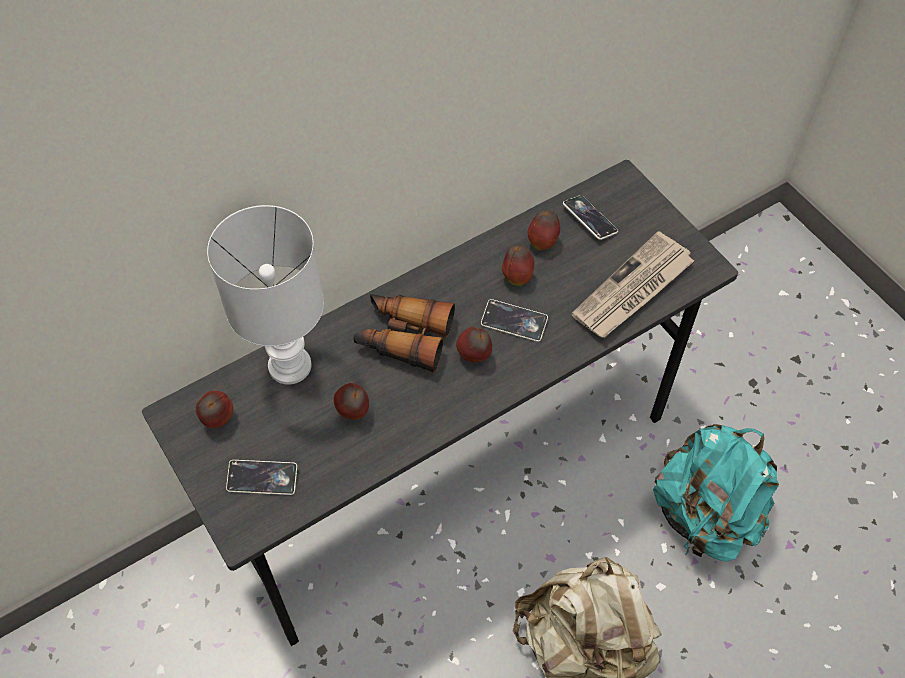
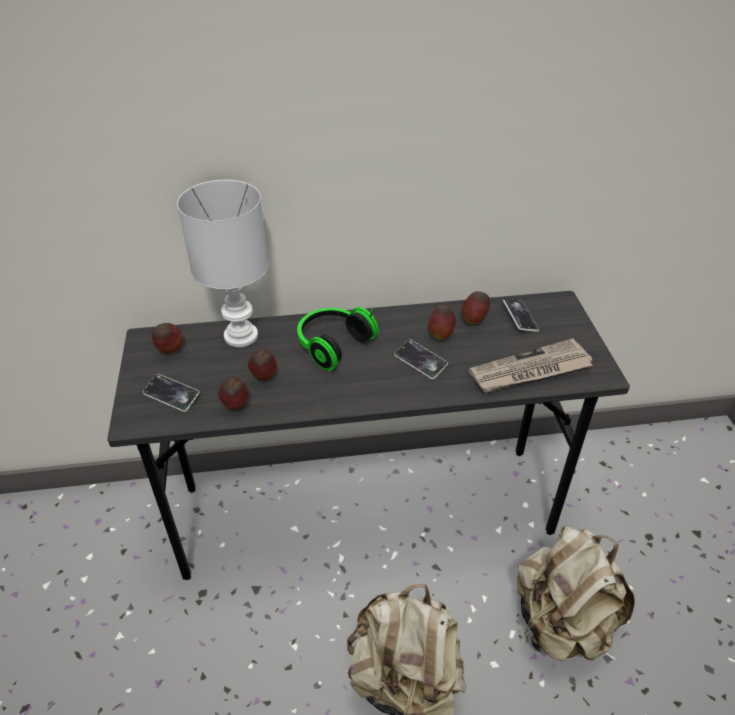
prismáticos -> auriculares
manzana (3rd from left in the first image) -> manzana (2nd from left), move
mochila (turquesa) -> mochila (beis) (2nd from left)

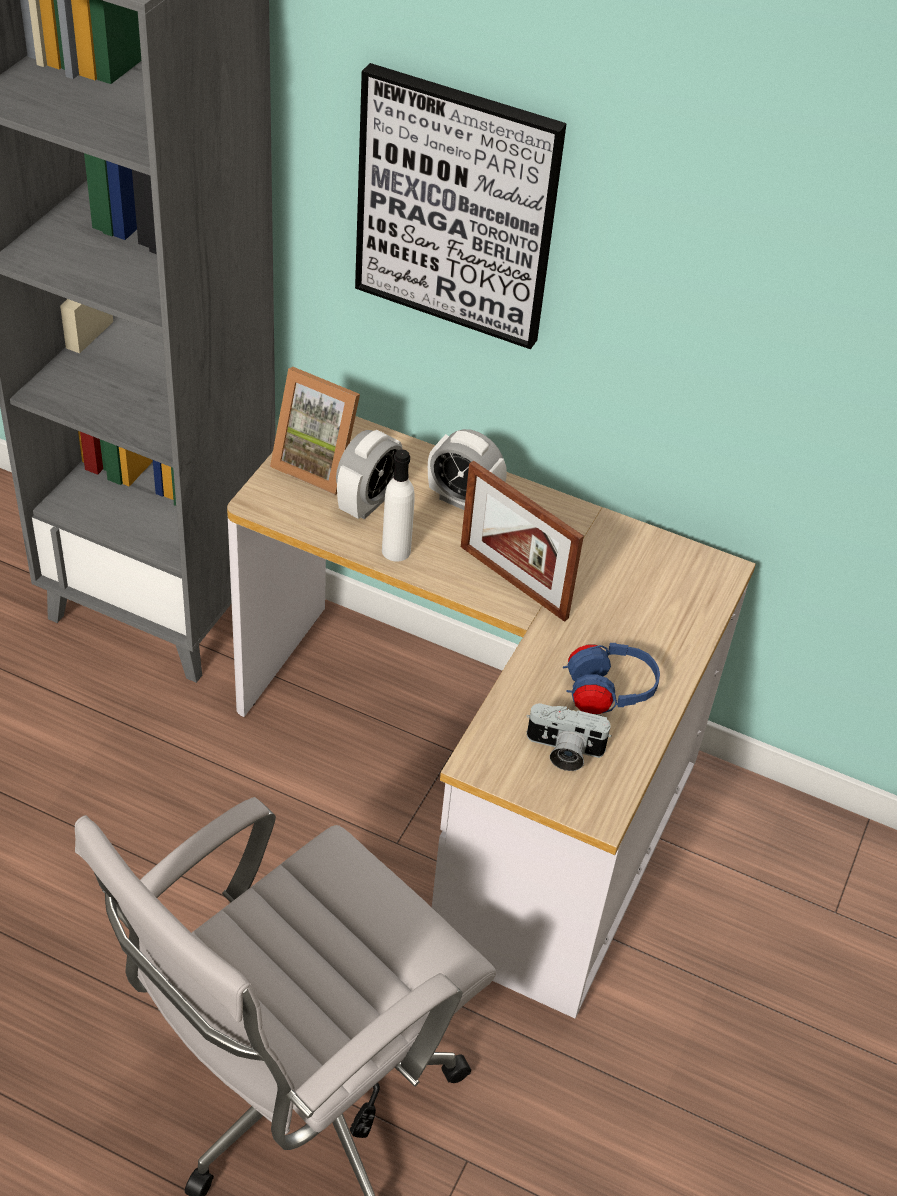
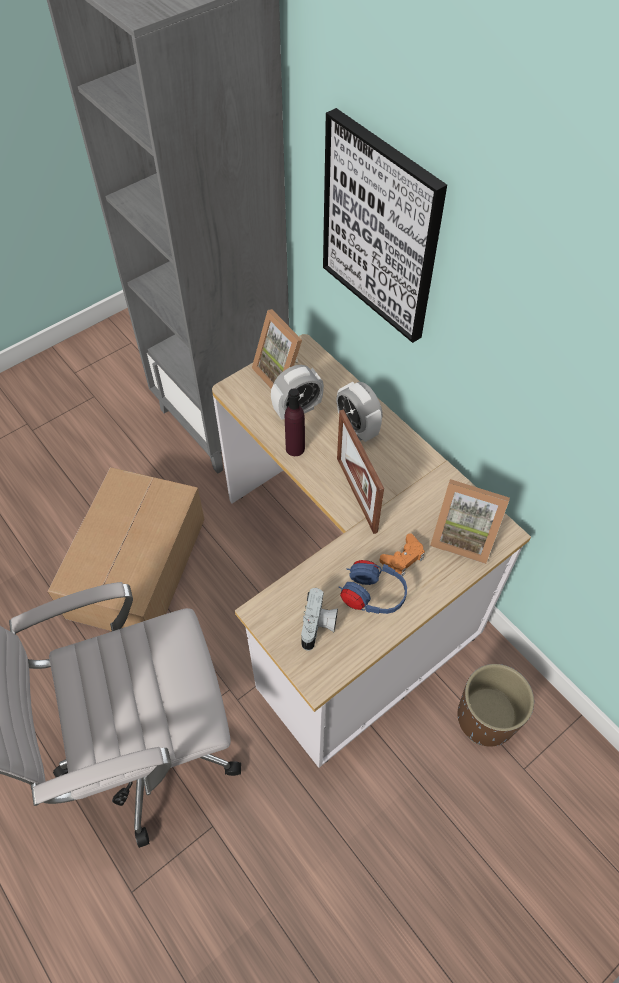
botella (blanco) -> botella (morado)
cámara, 120 degrees counterclockwise
none -> caja de cartón
none -> mando de consola (naranja)
none -> portarretratos (3rd from left)
none -> maceta (marrón)

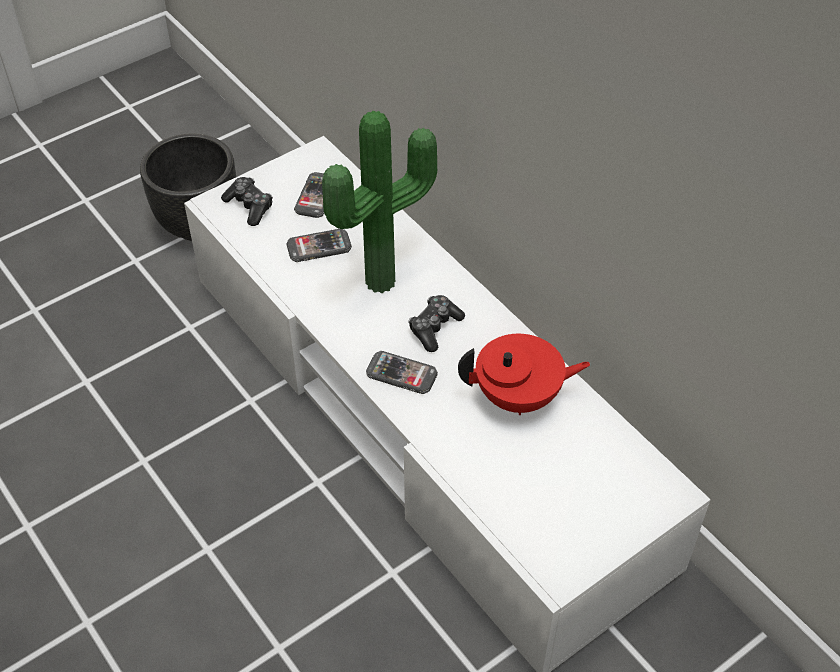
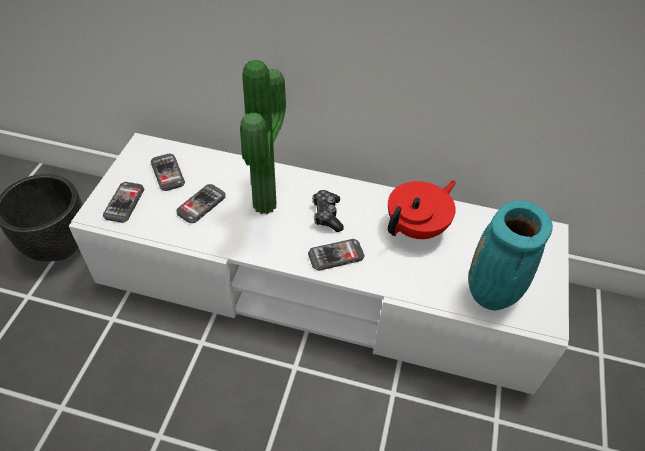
mando de consola (1st from left) -> móvil (1st from left)
none -> florero (turquesa)

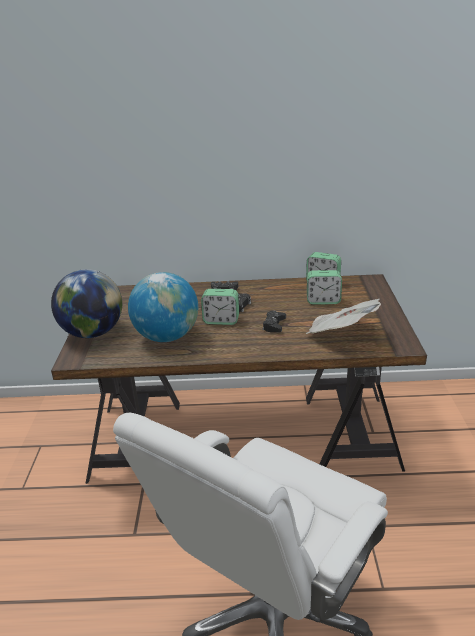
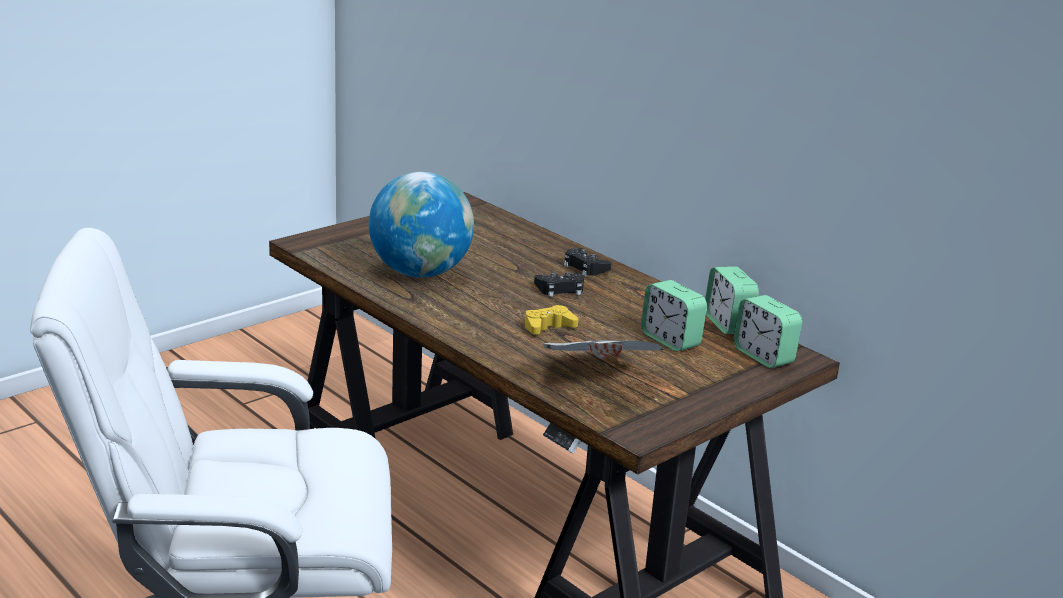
globo terráqueo (1st from left) -> none
despertador (1st from left in the first image) -> despertador (3rd from left), move
mando de consola (negro) (3rd from left) -> mando de consola (amarillo)

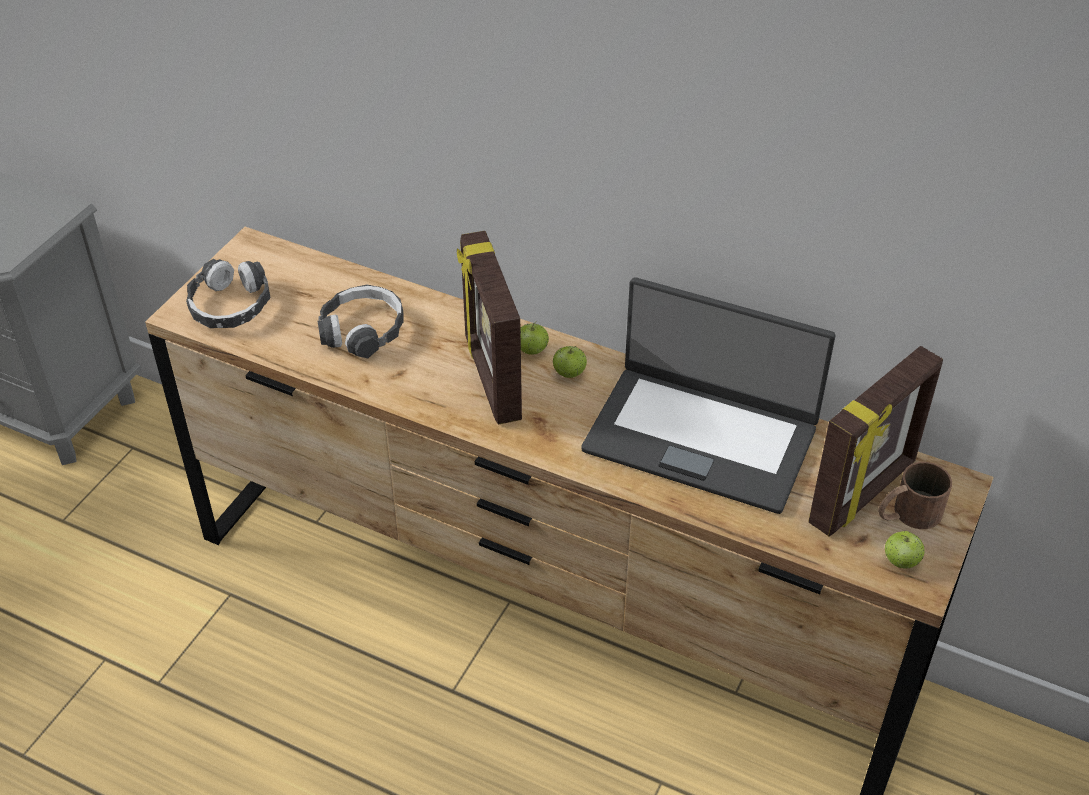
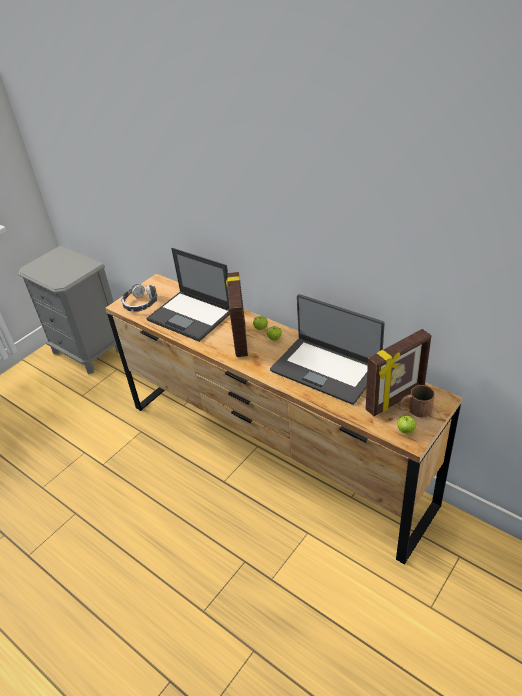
auriculares (2nd from left) -> portátil (1st from left)

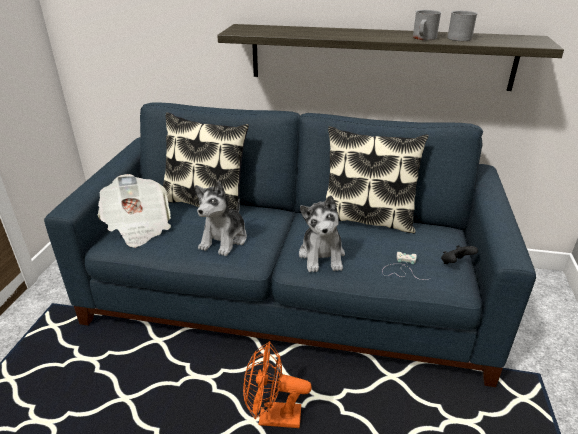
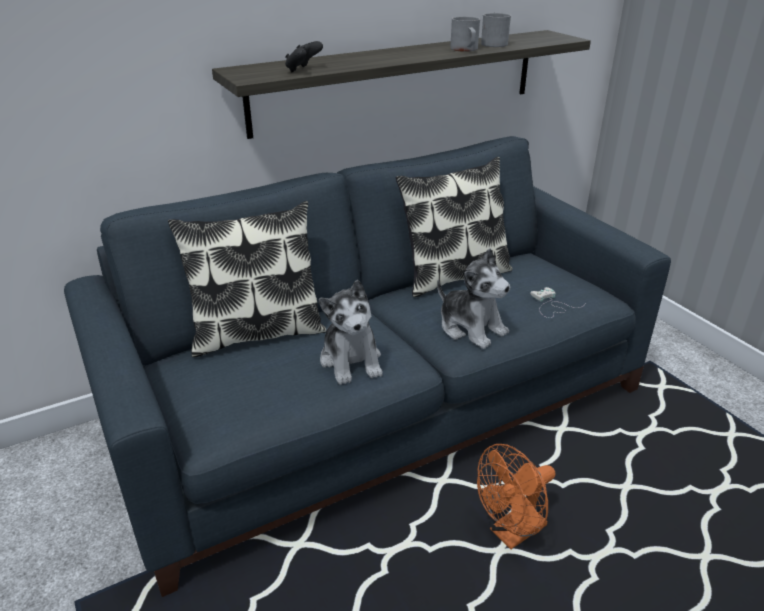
periódico -> none
mando de consola (negro), move

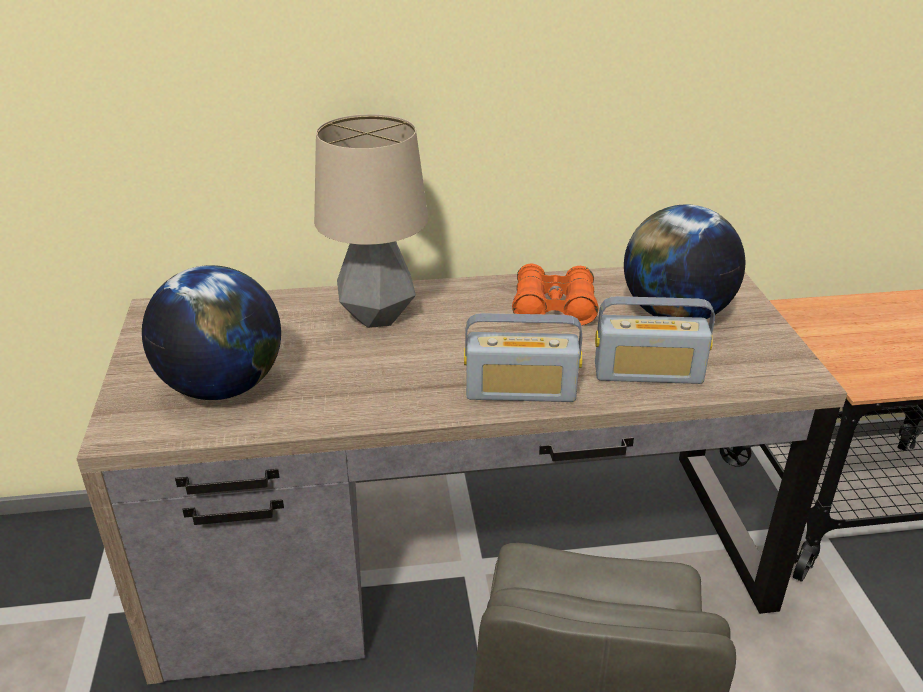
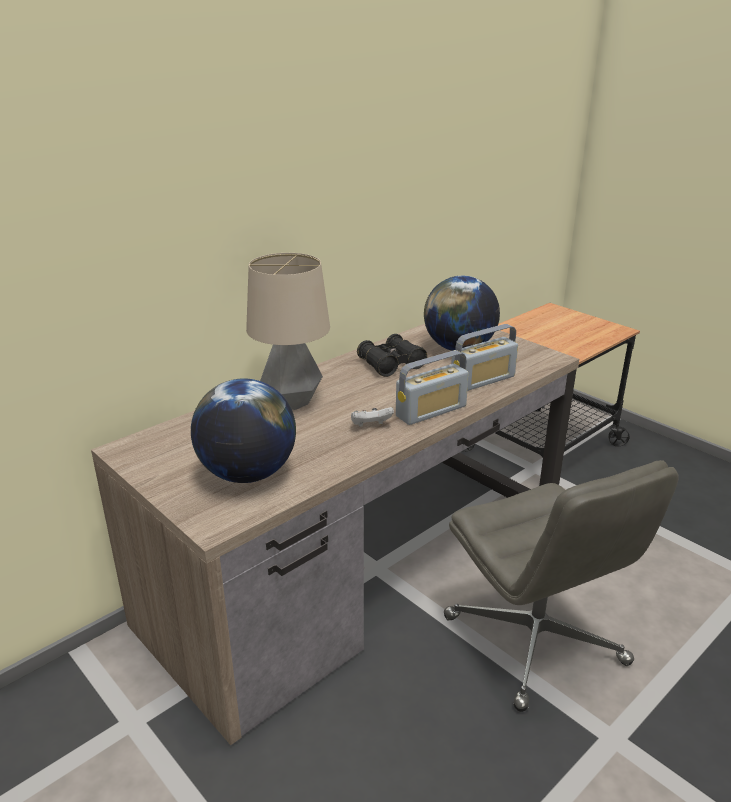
prismáticos (naranja) -> prismáticos (negro)
none -> mando de consola (blanco)

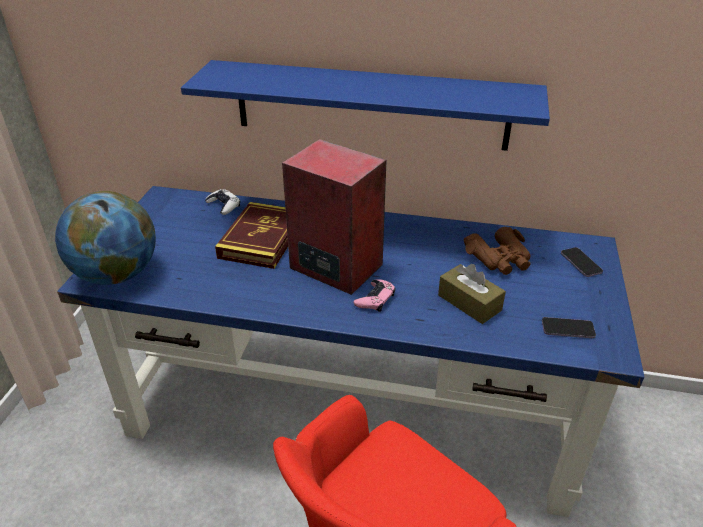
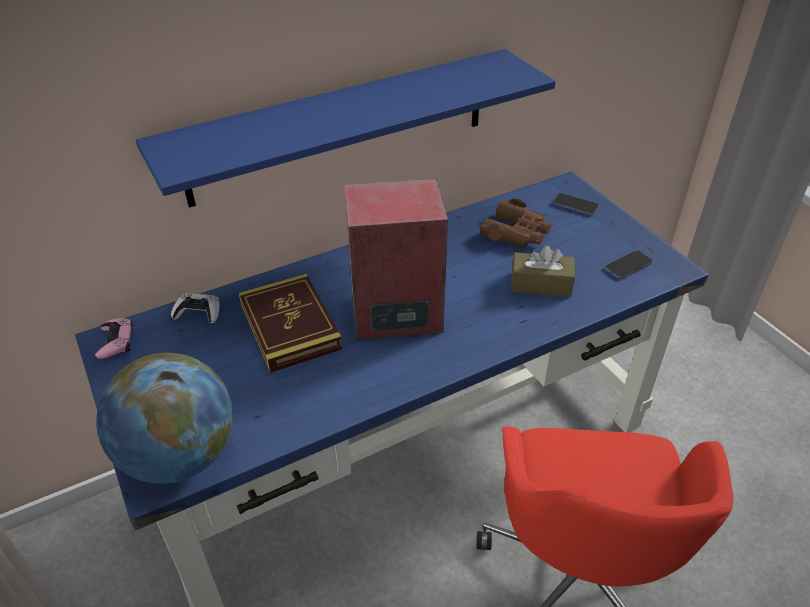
mando de consola (rosa), move

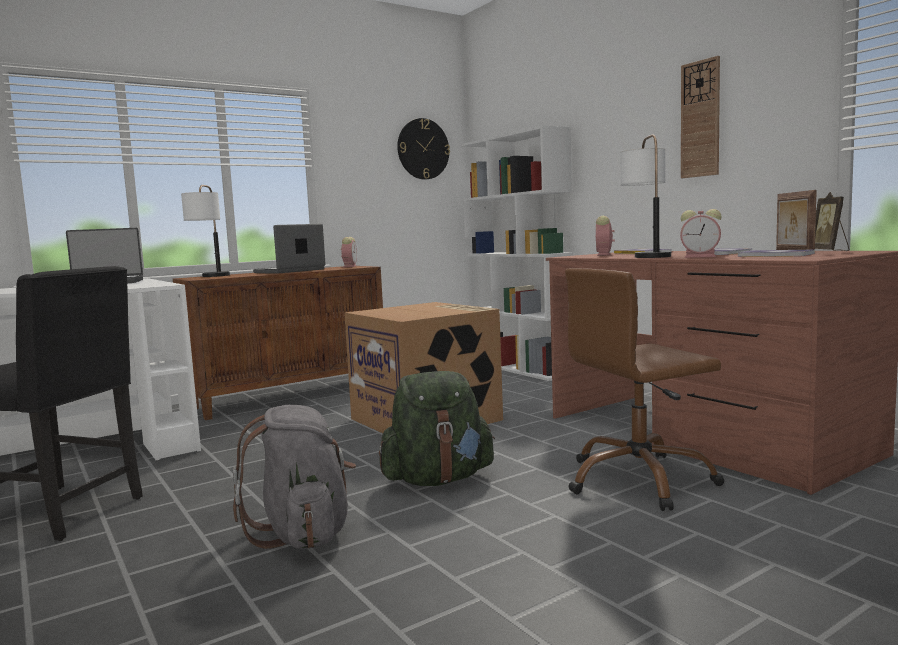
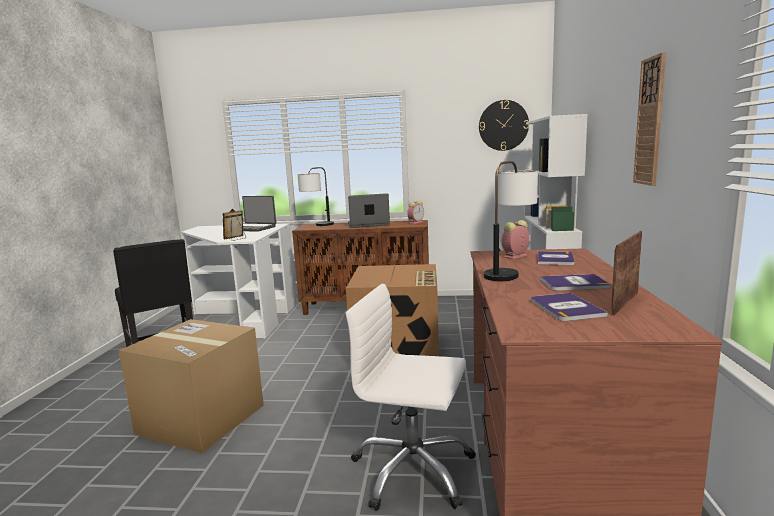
mochila (gris) -> caja de cartón (1st from left)
mochila (verde) -> none
silla de oficina (marrón) -> silla de oficina (blanco)
despertador (3rd from left) -> none
portarretratos (2nd from left in the first image) -> portarretratos (1st from left), move

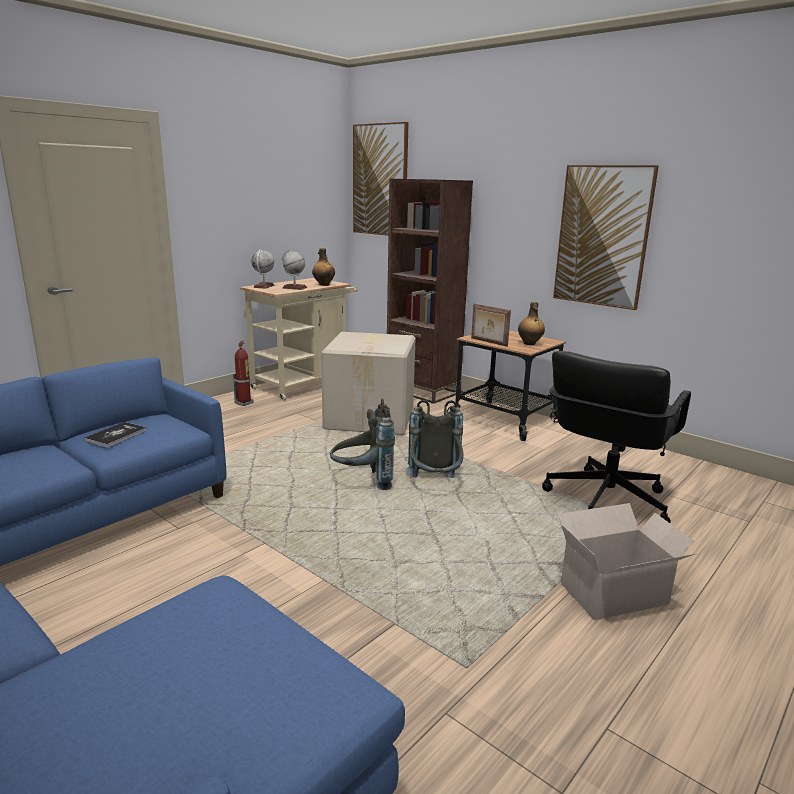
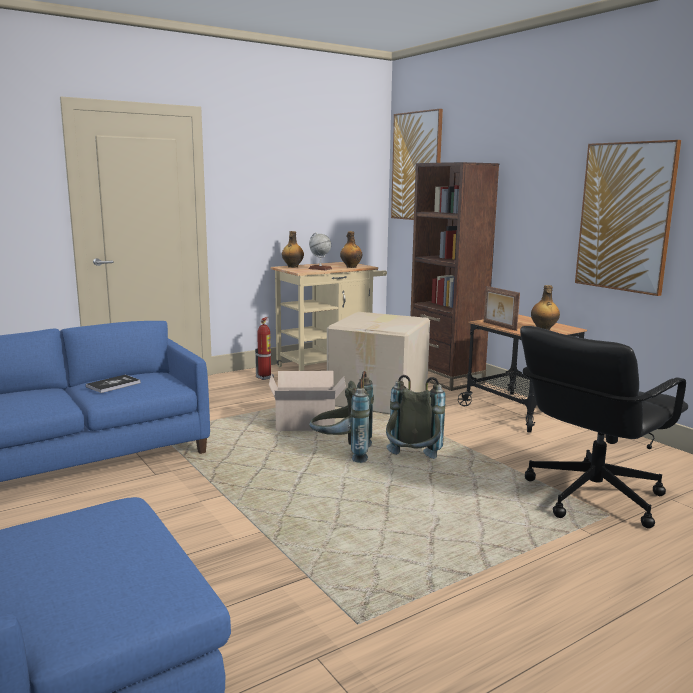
globo terráqueo (1st from left) -> botella (1st from left)
caja de cartón (2nd from left in the first image) -> caja de cartón (1st from left), move

